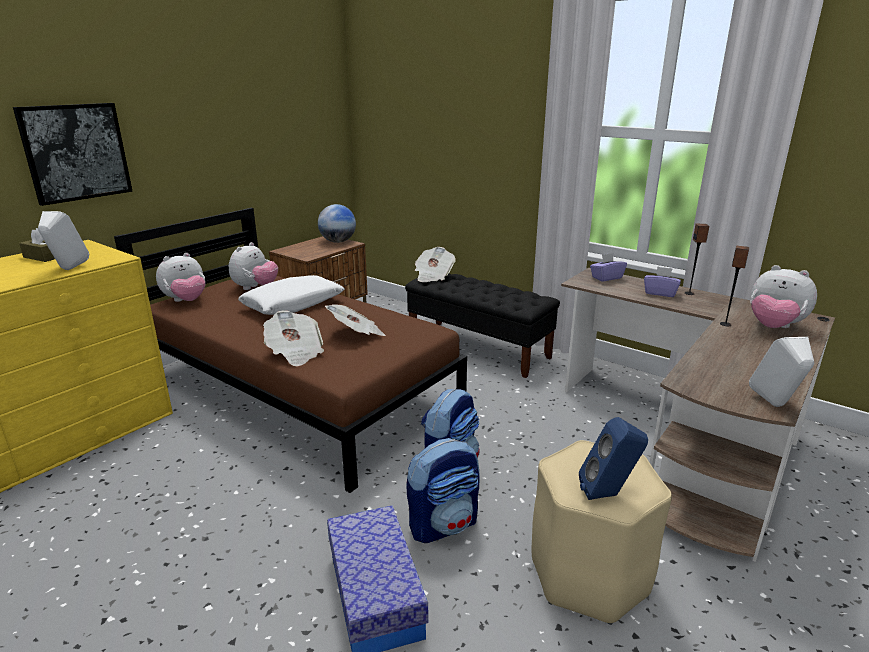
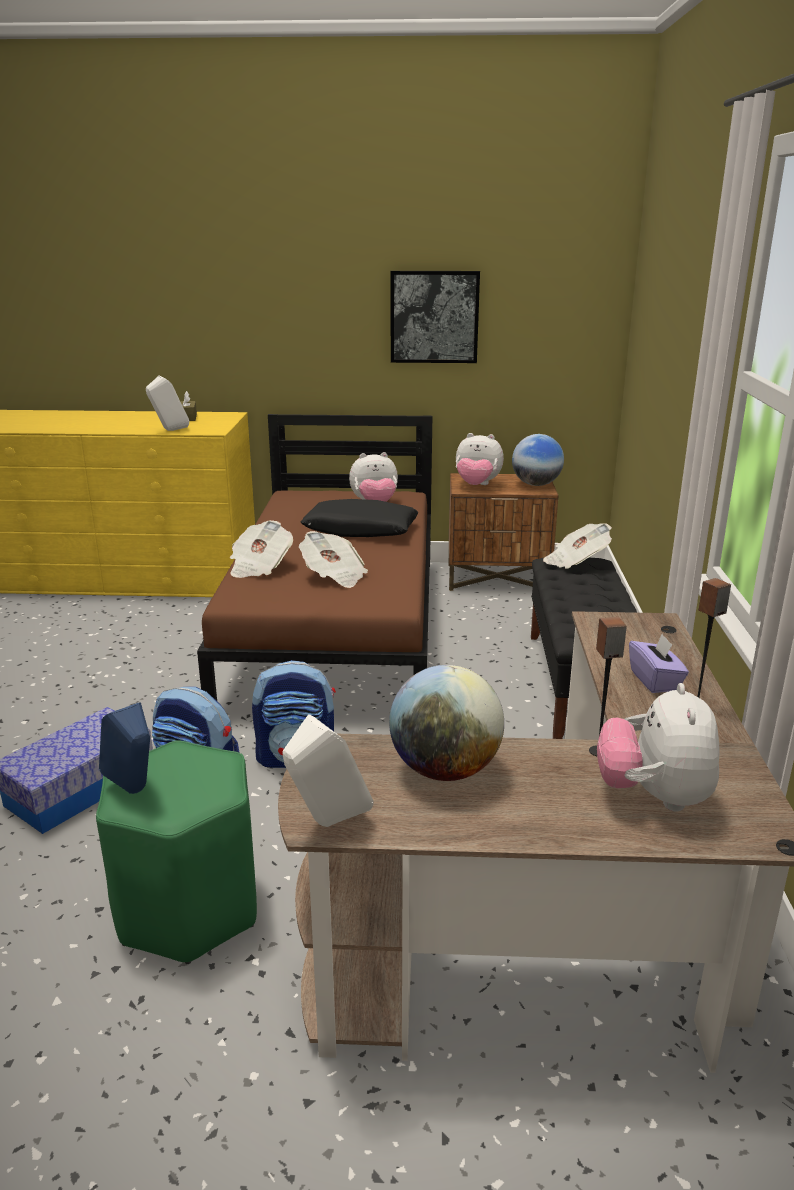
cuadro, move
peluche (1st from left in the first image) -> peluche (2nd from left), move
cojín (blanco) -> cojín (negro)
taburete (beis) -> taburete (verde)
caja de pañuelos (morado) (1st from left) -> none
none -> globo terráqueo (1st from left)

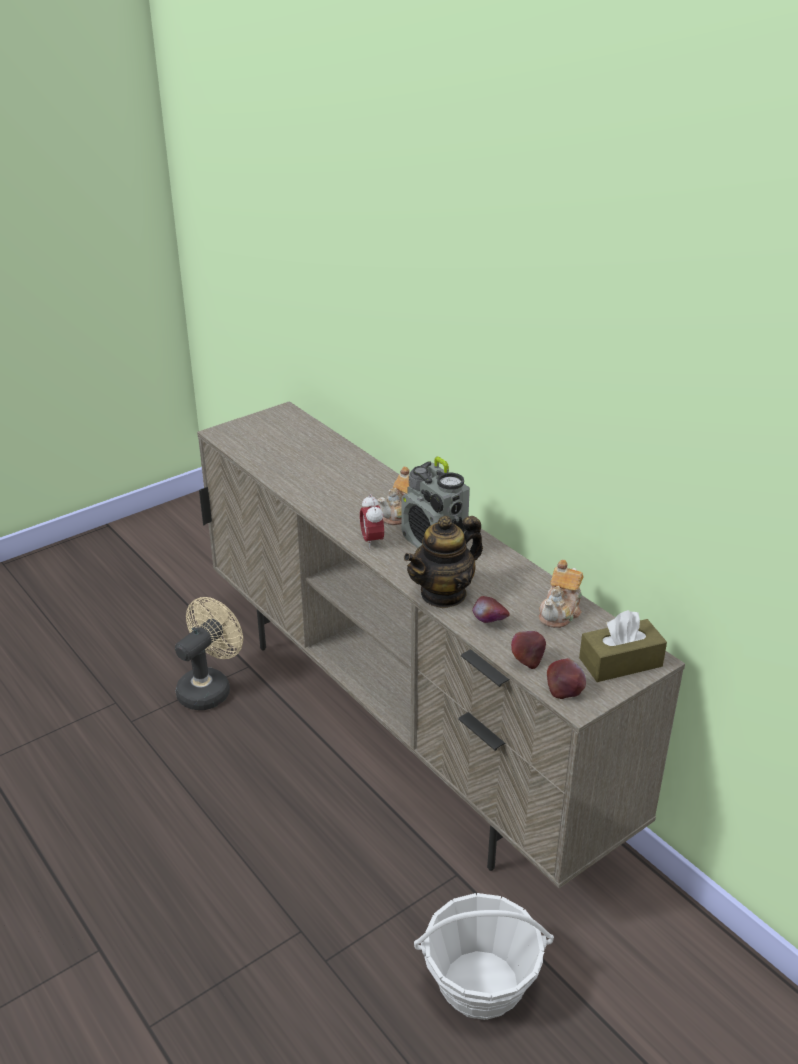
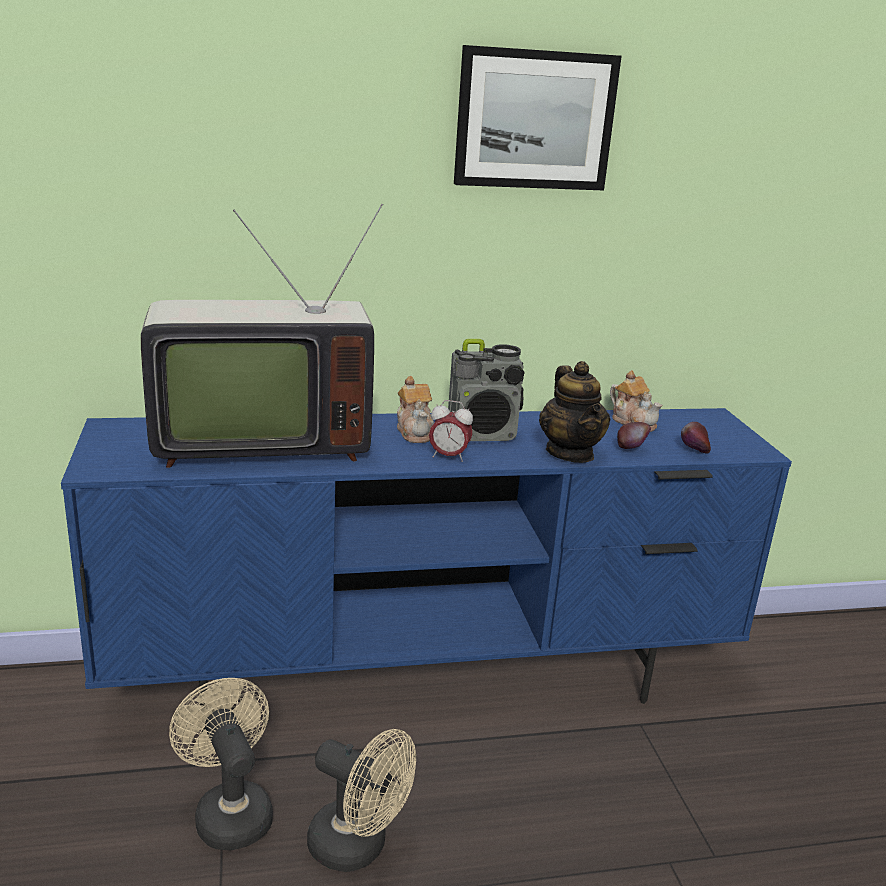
mueble de televisión (beis) -> mueble de televisión (azul)
cesta -> none
manzana (3rd from left) -> none
caja de pañuelos (marrón) -> none
none -> televisor
none -> ventilador (beis) (2nd from left)
none -> cuadro

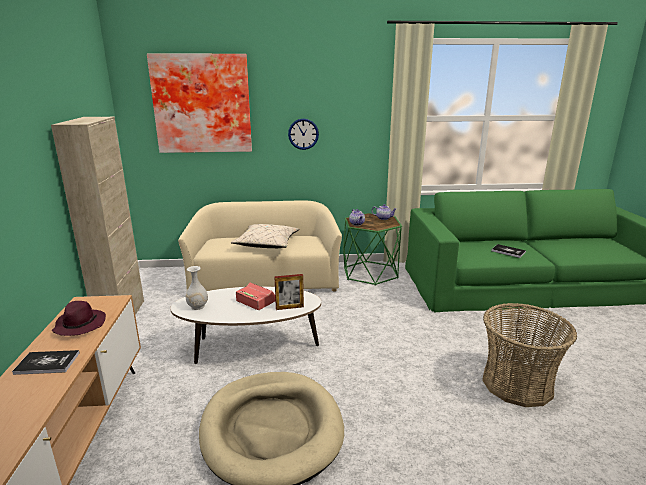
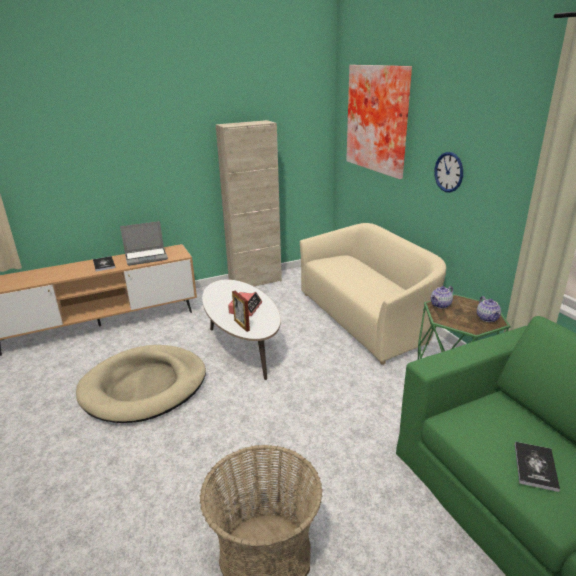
sombrero (morado) -> portátil
florero (blanco) -> none
cojín (beis) -> none

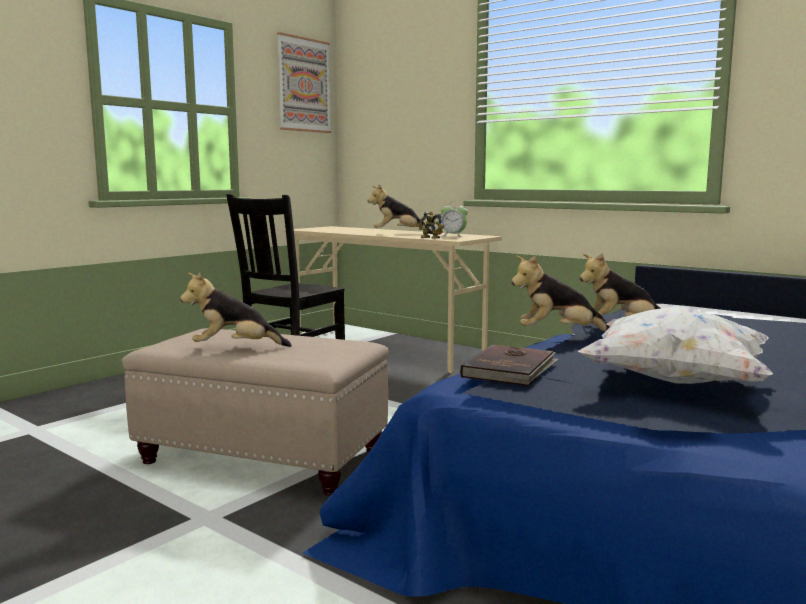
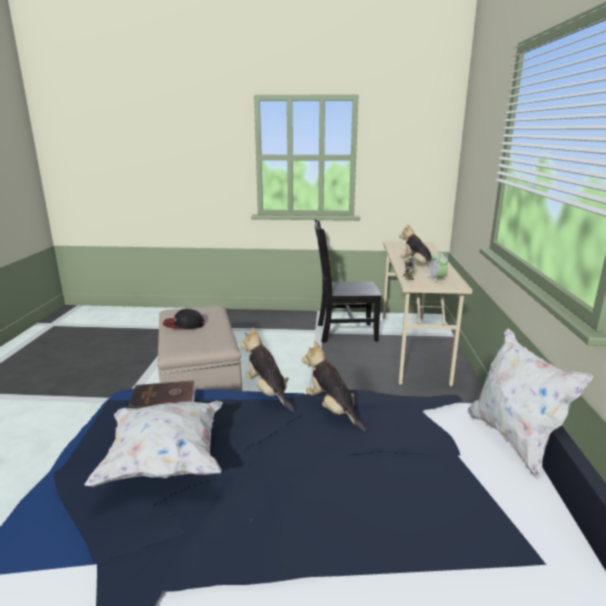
peluche (1st from left) -> gorra
cuadro -> none
none -> cojín (blanco) (2nd from left)

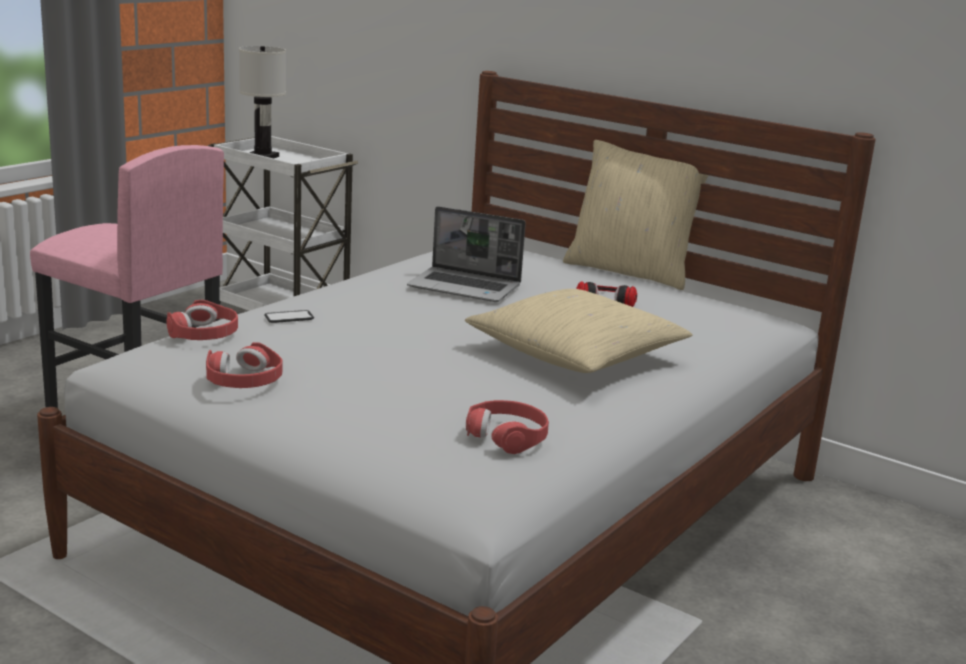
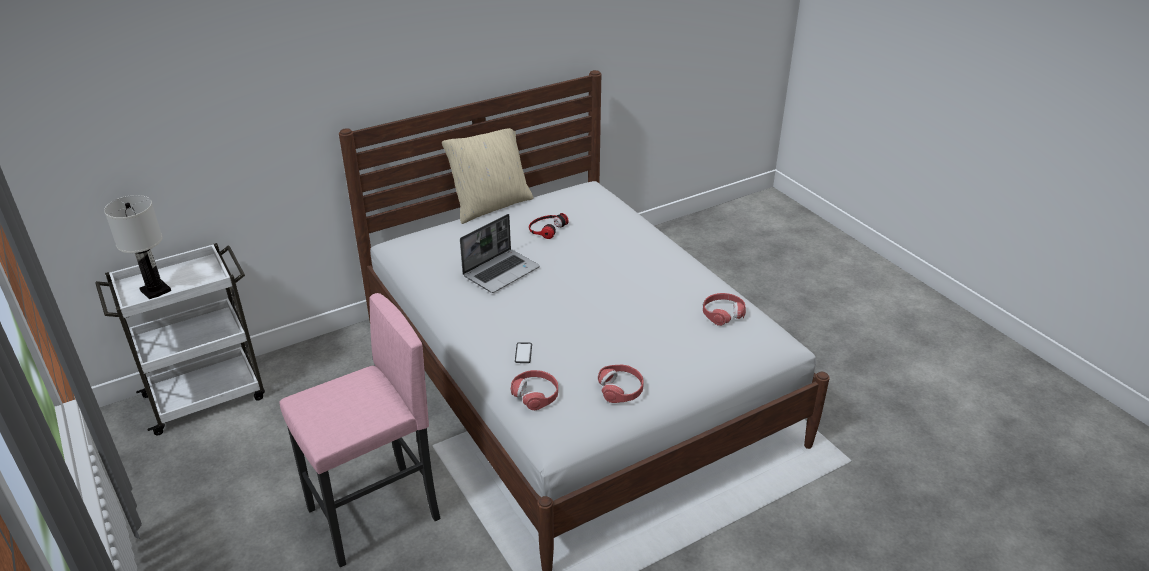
cojín (beis) (1st from left) -> none

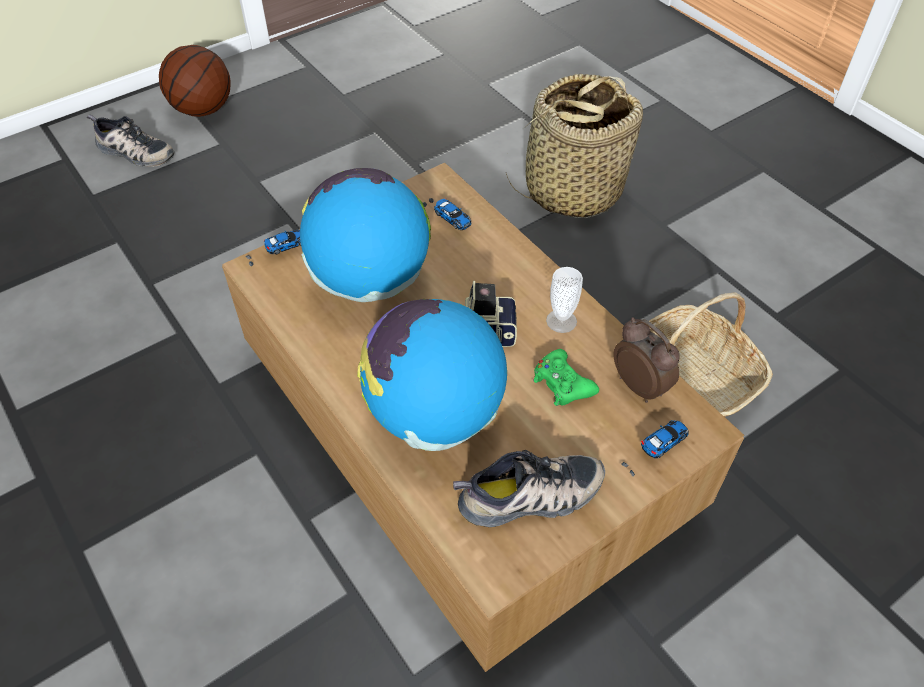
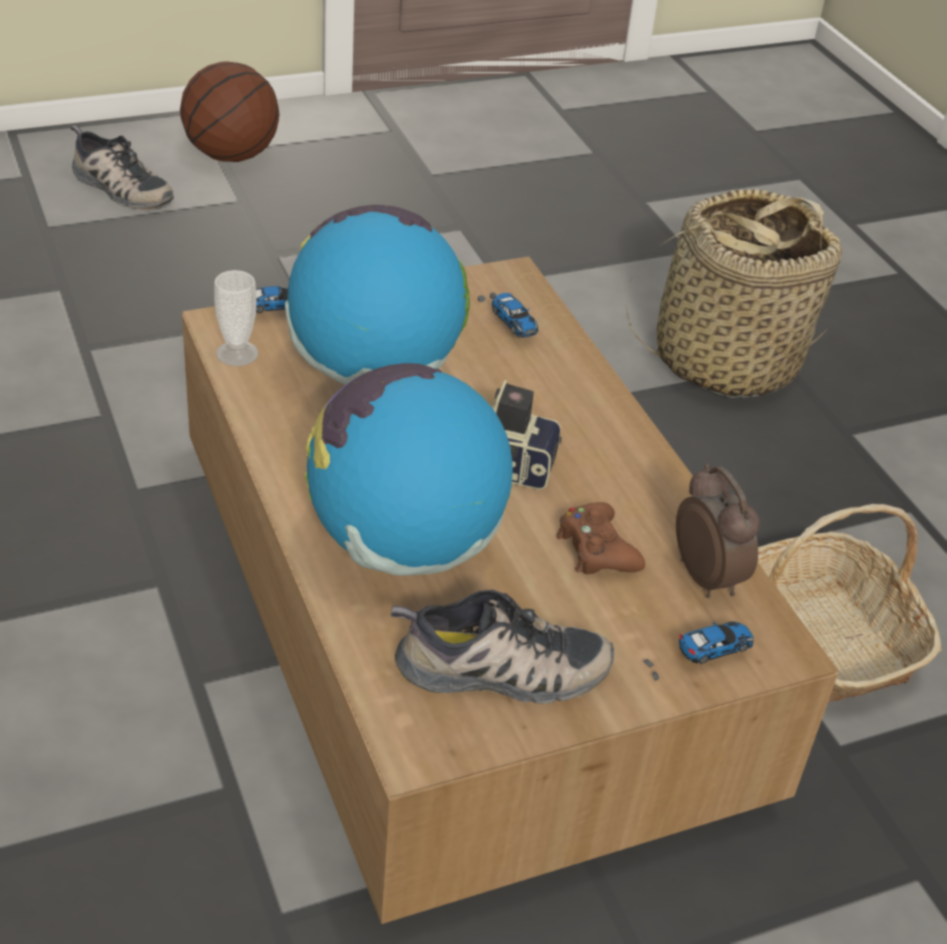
mando de consola (verde) -> mando de consola (marrón)
taza, move

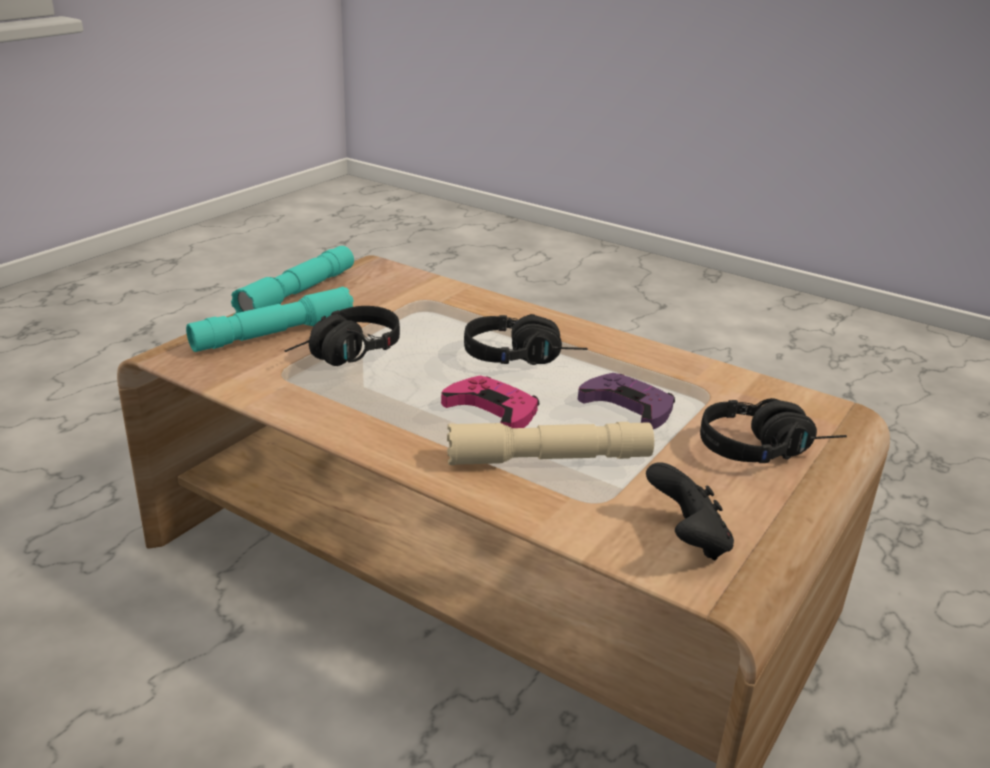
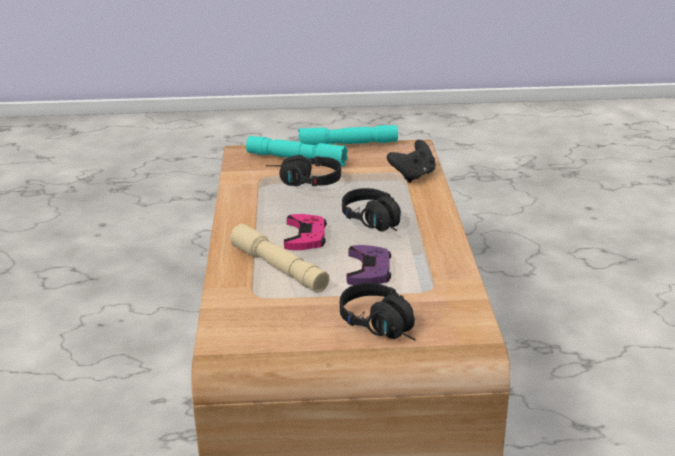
mando de consola (negro), move

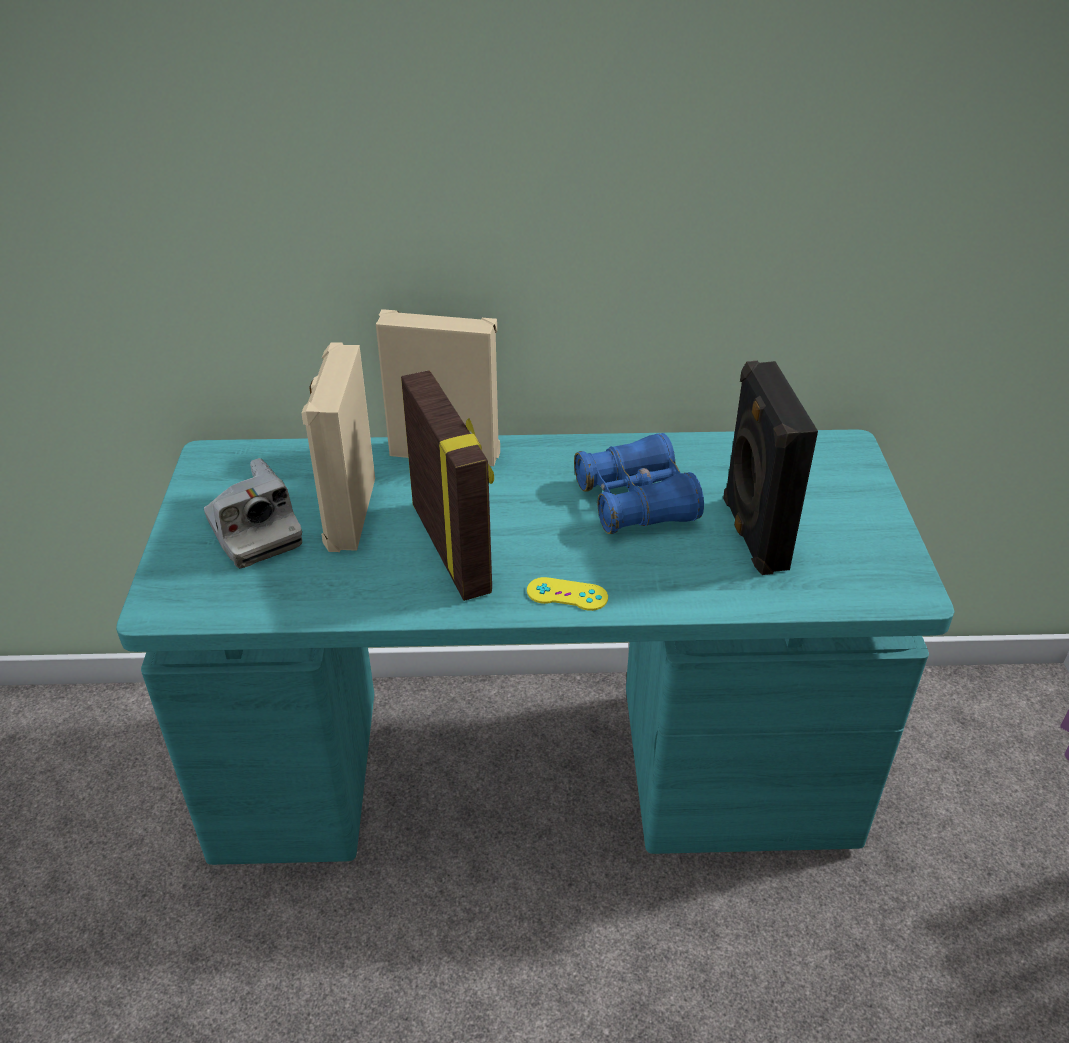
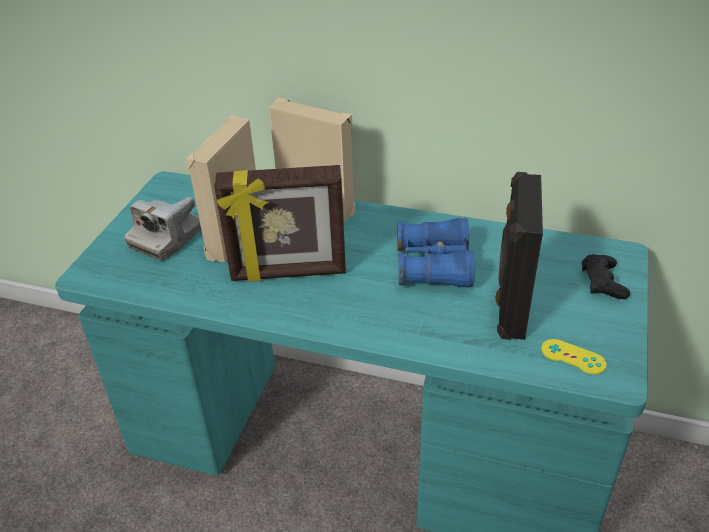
cámara, 45 degrees clockwise
portarretratos, 90 degrees clockwise
mando de consola (amarillo), move
none -> mando de consola (negro)

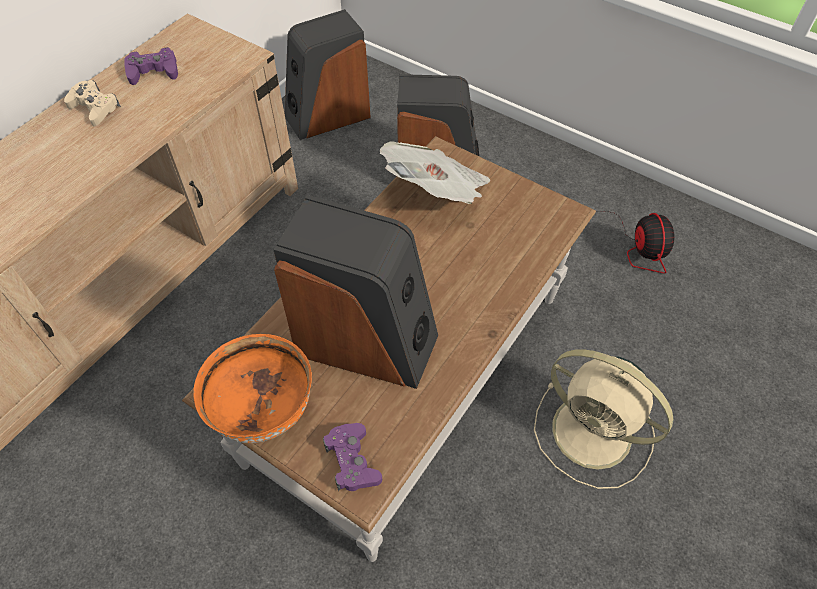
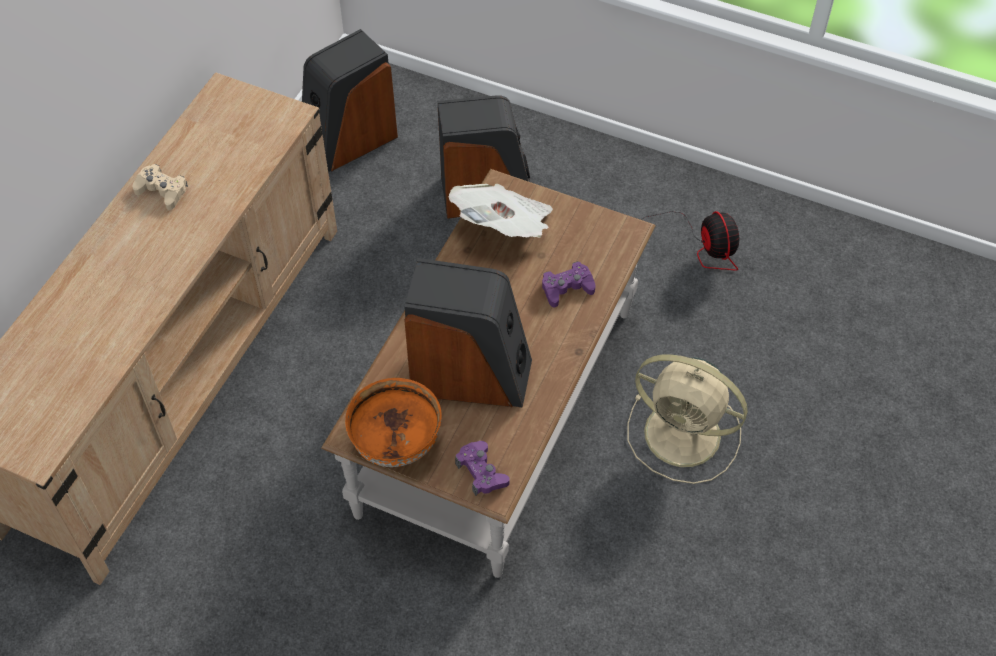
mando de consola (morado) (1st from left in the first image) -> mando de consola (morado) (2nd from left), move

